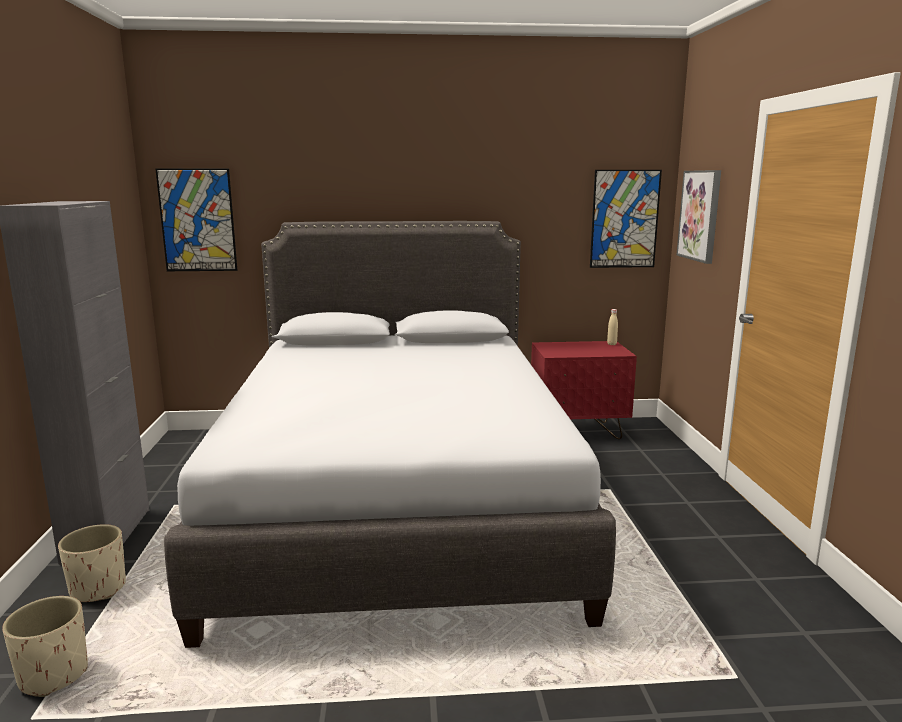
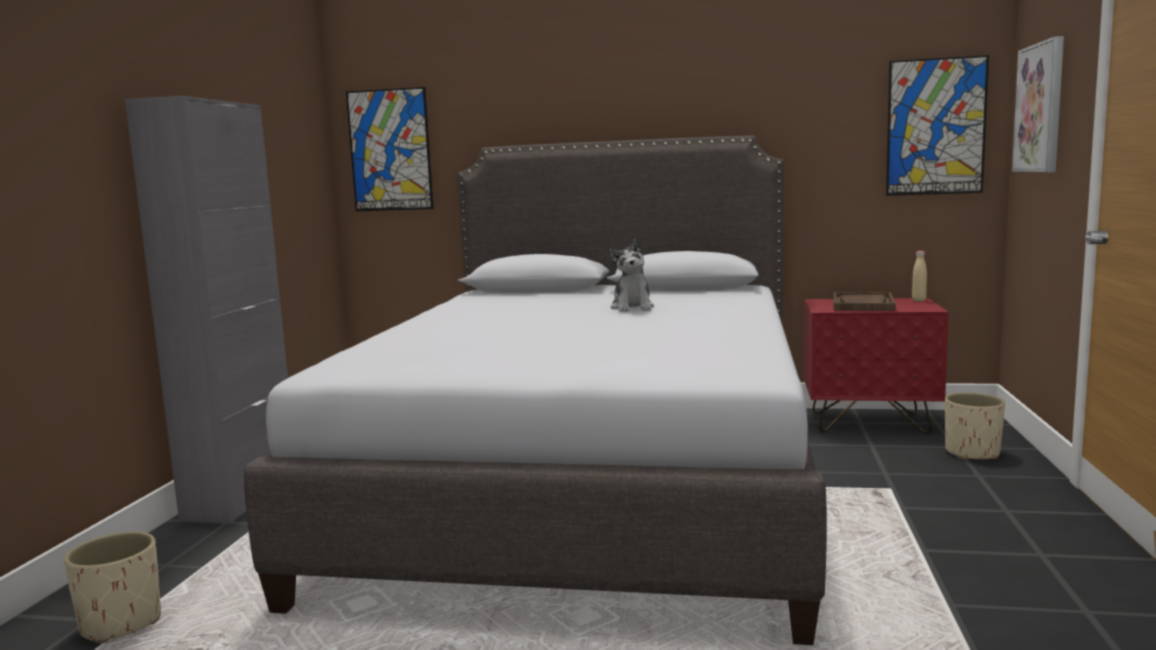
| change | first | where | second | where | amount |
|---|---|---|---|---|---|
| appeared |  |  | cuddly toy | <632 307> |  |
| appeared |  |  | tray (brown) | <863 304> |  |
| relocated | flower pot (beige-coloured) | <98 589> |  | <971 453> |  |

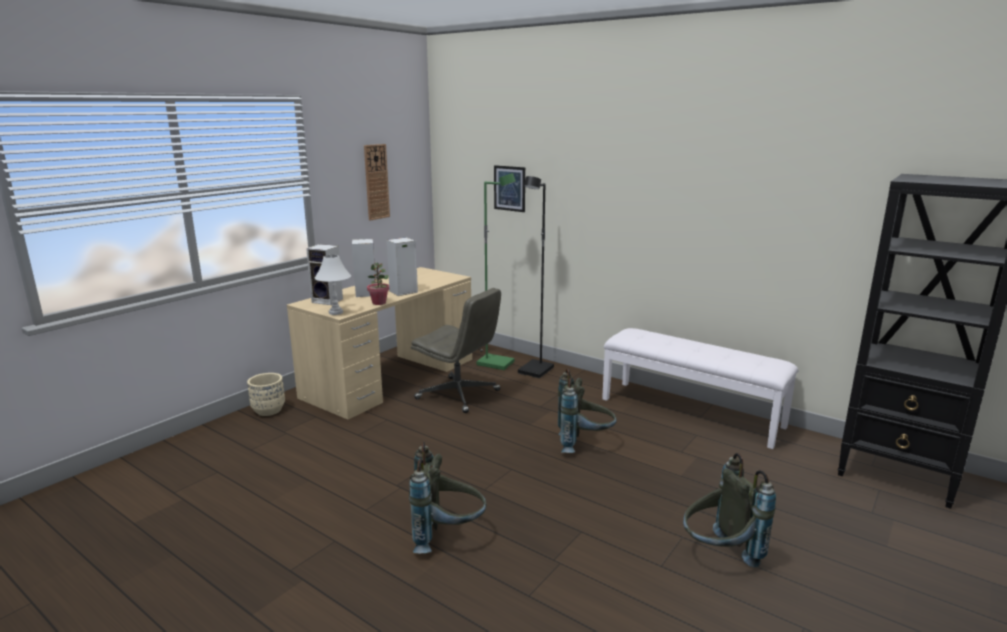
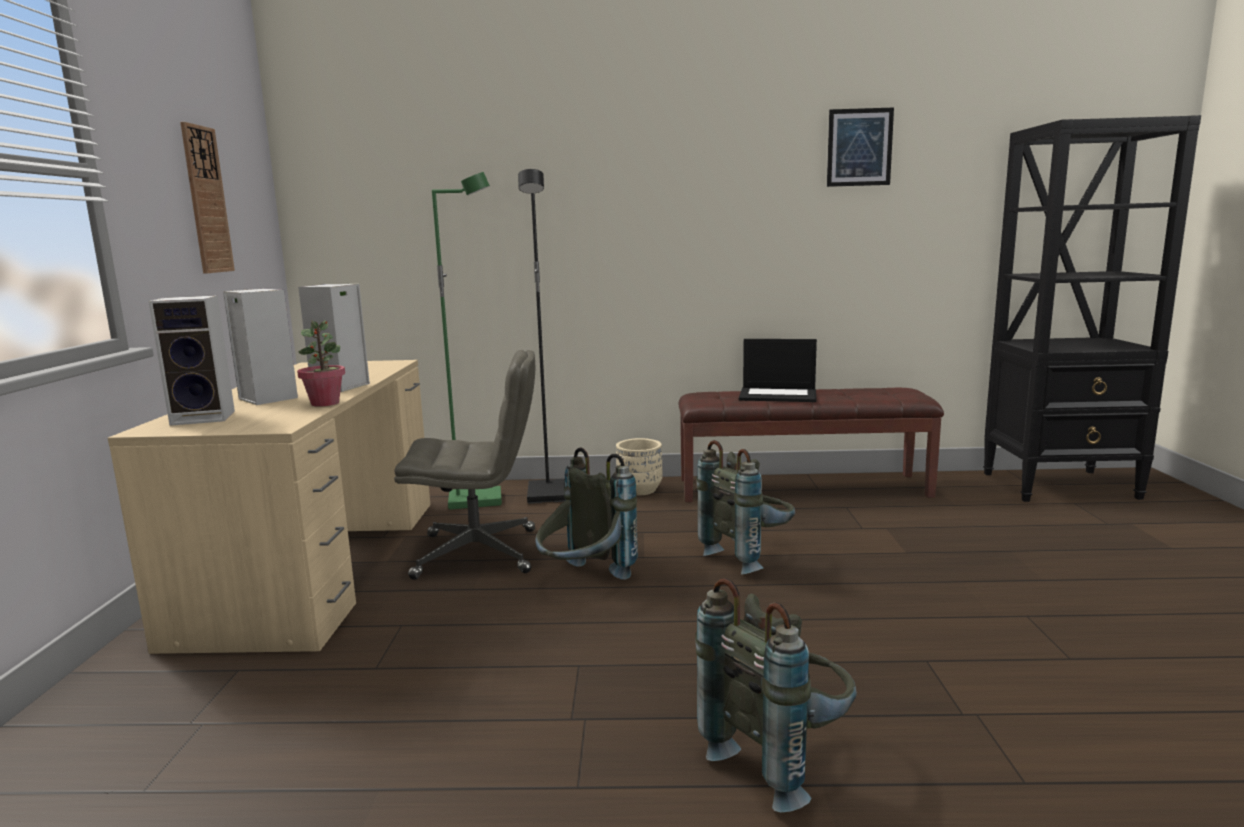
| change | first | where | second | where | amount |
|---|---|---|---|---|---|
| missing | lamp for a table (white) | <336 312> |  |  |  |
| appeared |  |  | laptop | <779 395> |  |
| relocated | flower pot (beige-coloured) | <269 410> |  | <639 490> |  |
| relocated | wall picture | <509 188> |  | <859 147> |  |
| relocated | knapsack (grey) | <719 555> |  | <584 581> |  |
| colour | bench (white) | <691 412> | bench (brown) | <802 487> |  |

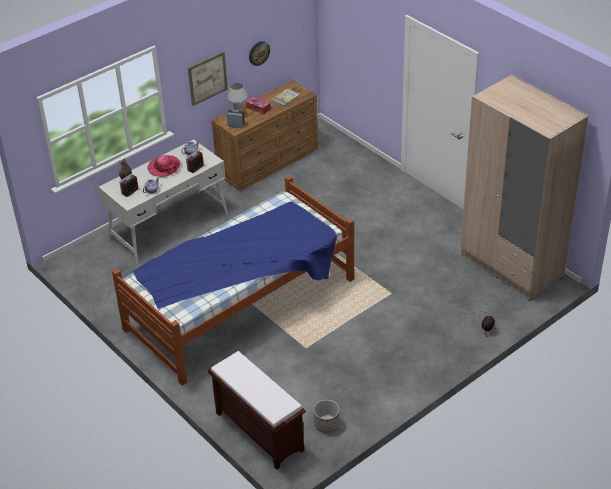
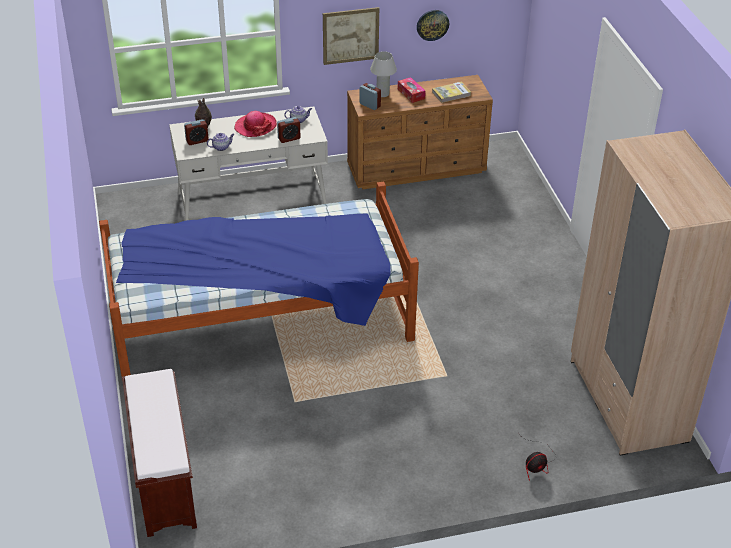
| change | first | where | second | where | amount |
|---|---|---|---|---|---|
| missing | flower pot | <326 424> |  |  |  |

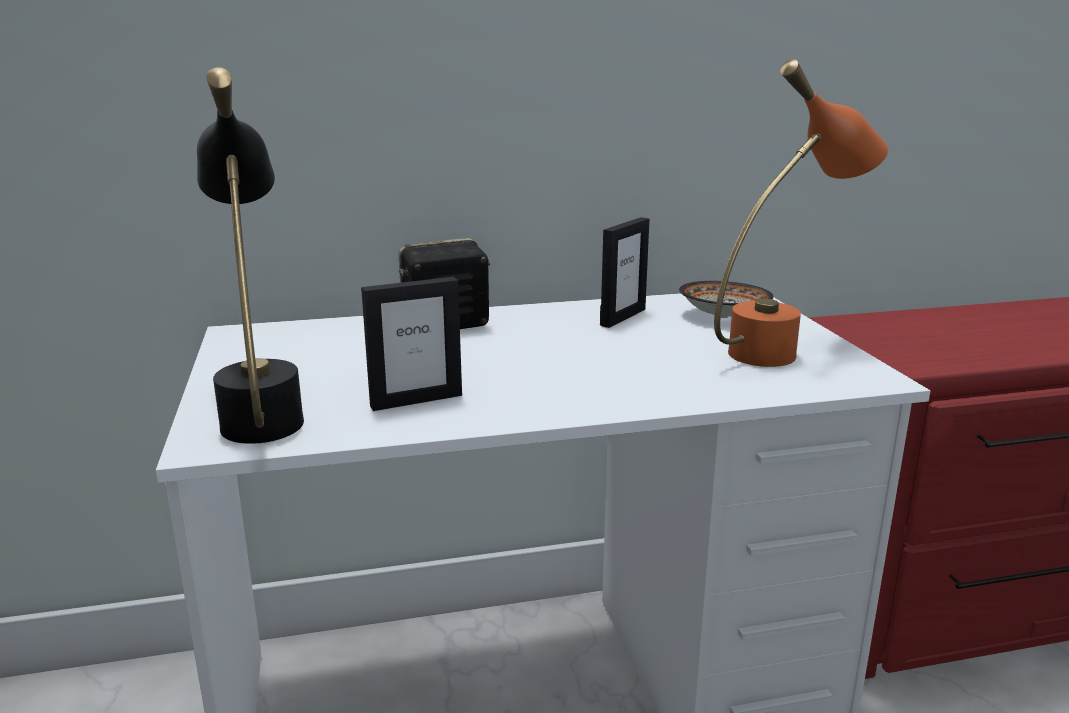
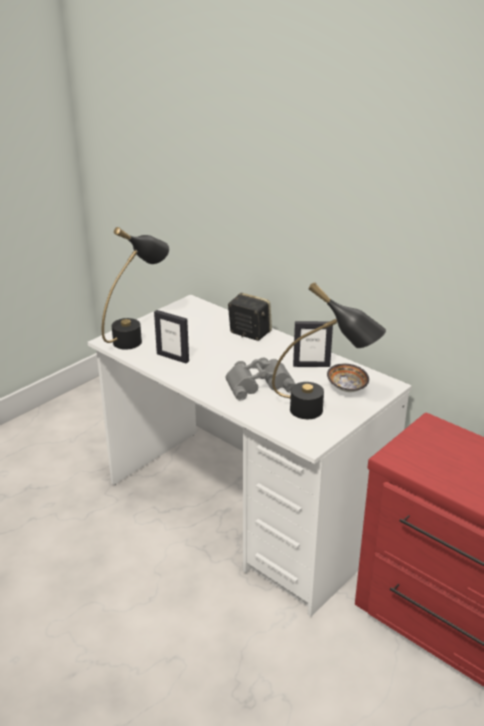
| change | first | where | second | where | amount |
|---|---|---|---|---|---|
| appeared |  |  | pair of binoculars (grey) | <258 383> |  |
| colour | lamp for a table (orange) | <783 348> | lamp for a table (black-coloured) | <322 413> |  |

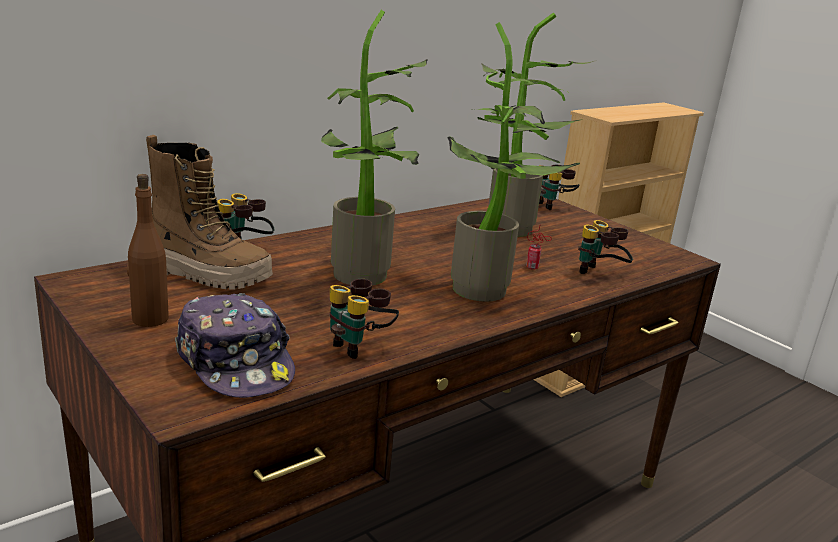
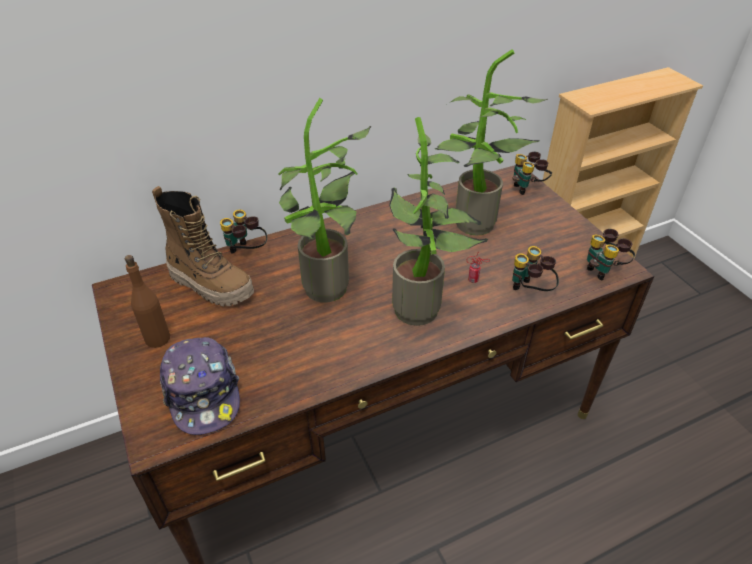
| change | first | where | second | where | amount |
|---|---|---|---|---|---|
| relocated | pair of binoculars | <359 346> |  | <603 270> |  |

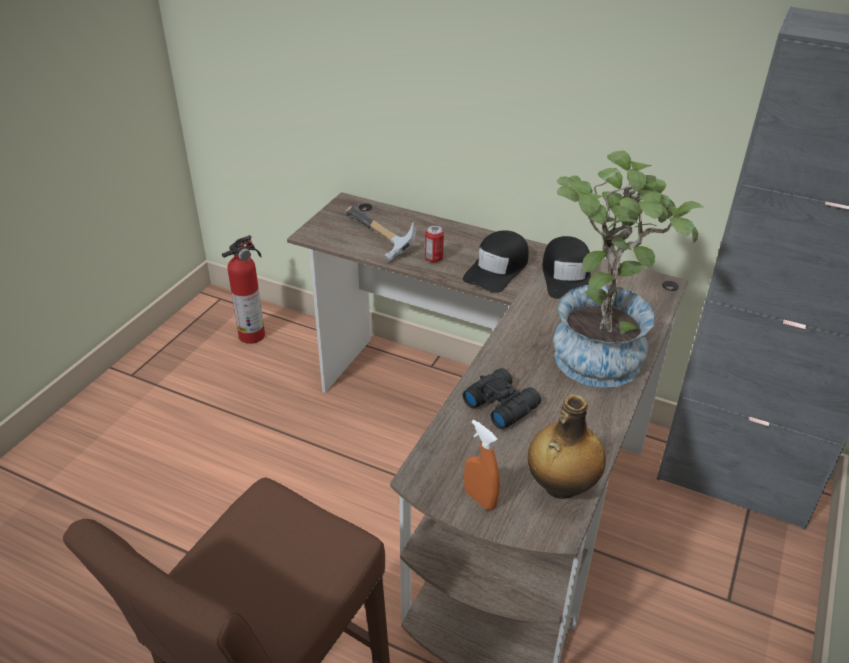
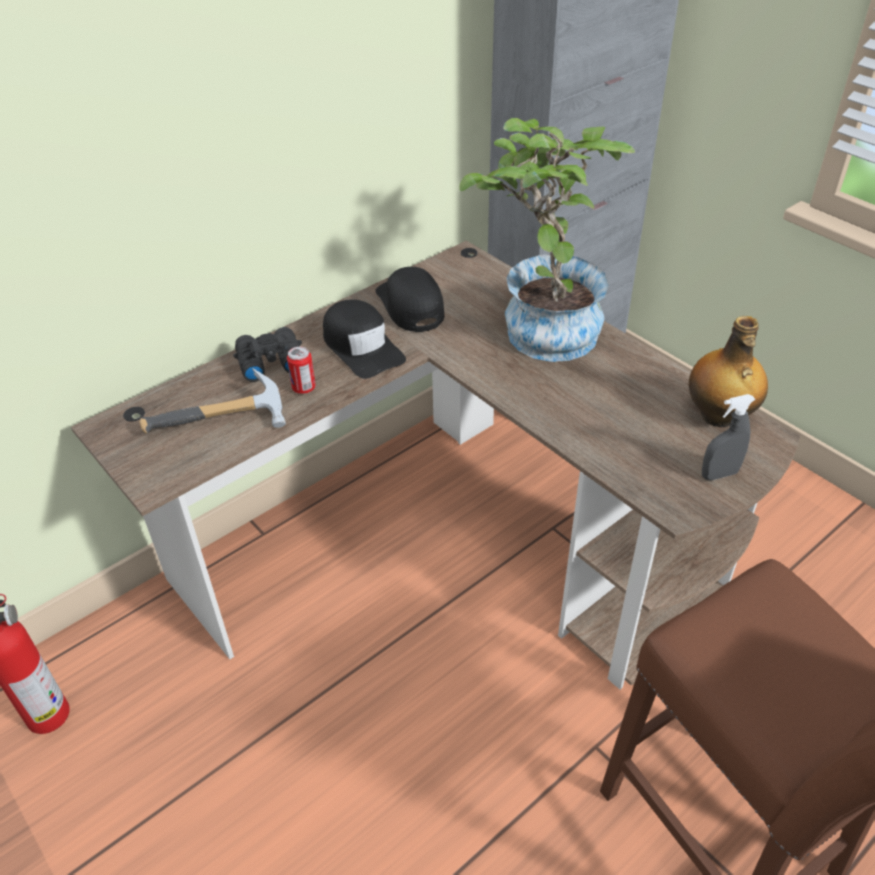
| change | first | where | second | where | amount |
|---|---|---|---|---|---|
| relocated | pair of binoculars (black-coloured) | <501 404> |  | <269 362> |  |
| colour | spray bottle (orange) | <480 499> | spray bottle (grey) | <719 474> |  |
| spun | baseball cap (black-coloured) | <567 276> |  | <410 306> | 135 degrees counterclockwise |

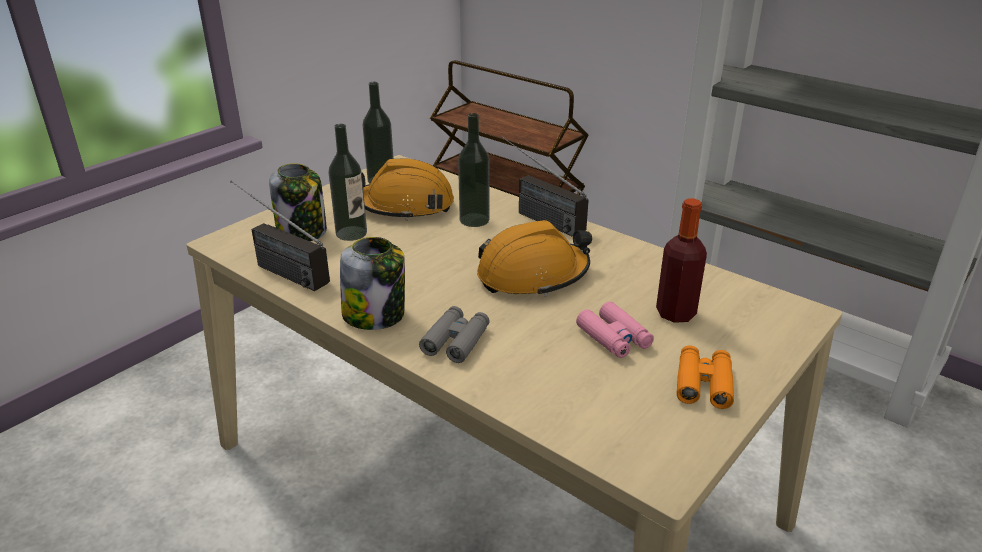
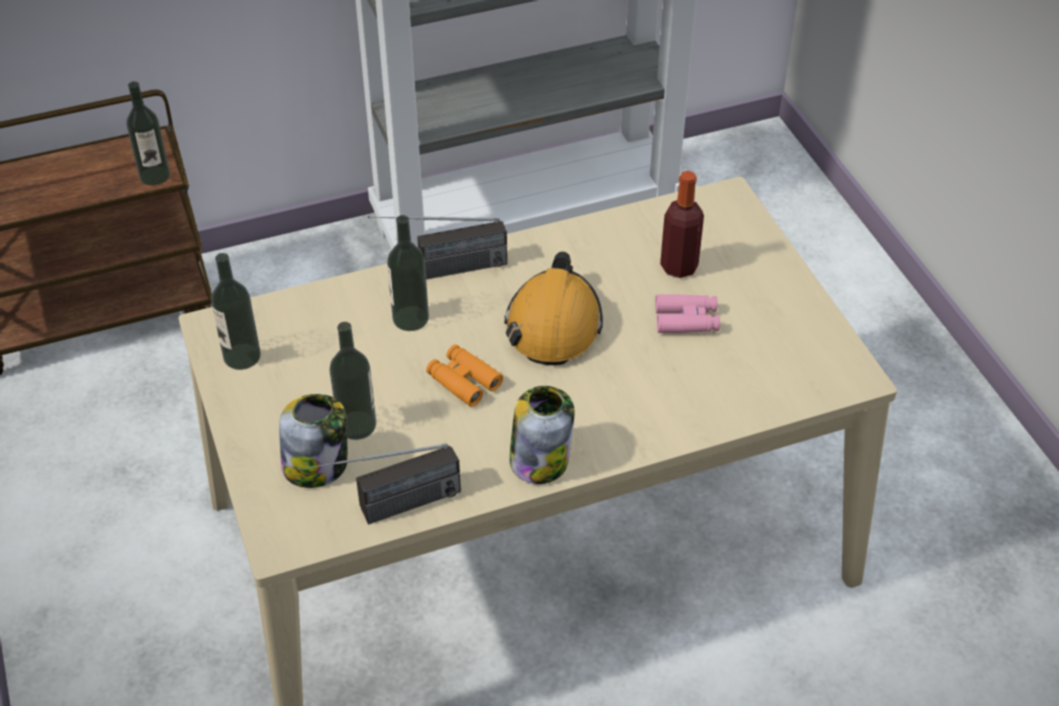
| change | first | where | second | where | amount |
|---|---|---|---|---|---|
| missing | work helmet (orange) | <405 206> |  |  |  |
| missing | pair of binoculars (grey) | <456 341> |  |  |  |
| appeared |  |  | beverage bottle | <155 175> |  |
| relocated | pair of binoculars (orange) | <703 383> |  | <464 381> |  |

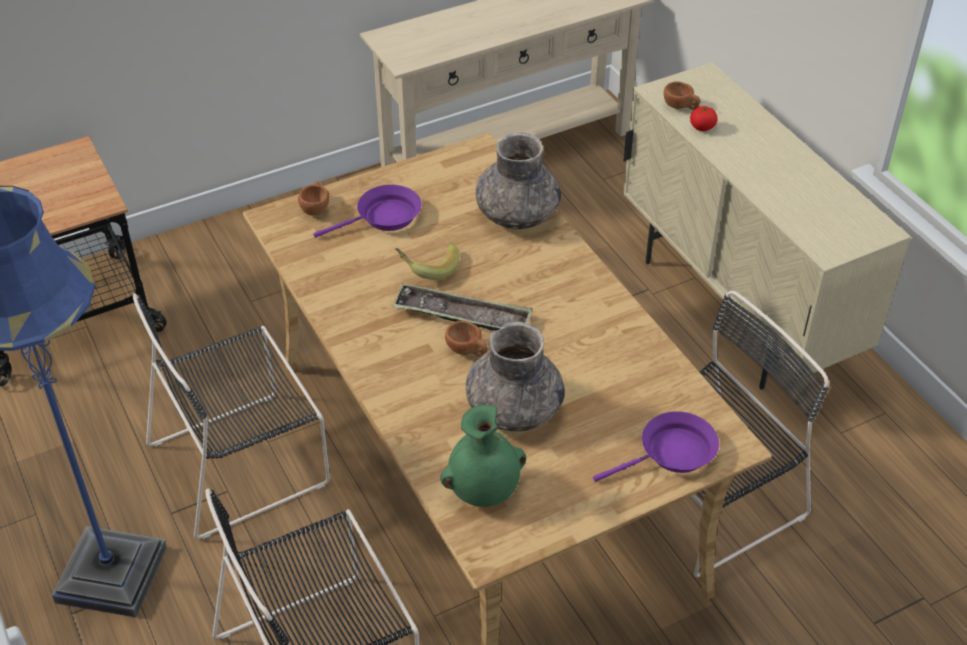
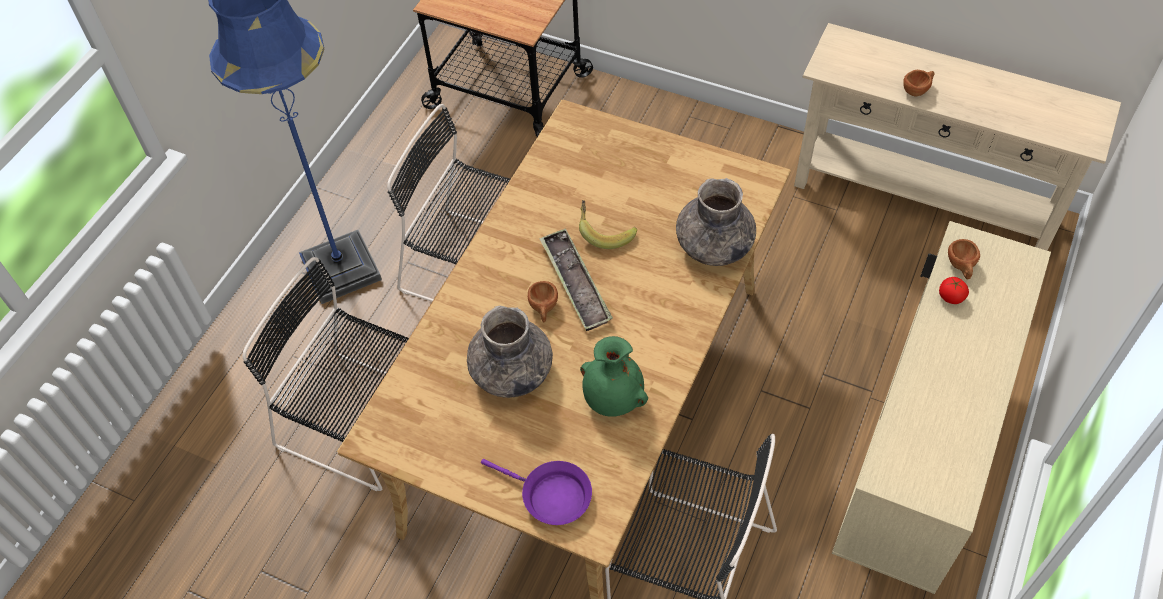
| change | first | where | second | where | amount |
|---|---|---|---|---|---|
| missing | frying pan (purple) | <384 217> |  |  |  |
| relocated | cup (brown) | <315 207> |  | <917 90> |  |
| relocated | vase (greenish) | <484 490> |  | <612 399> |  |

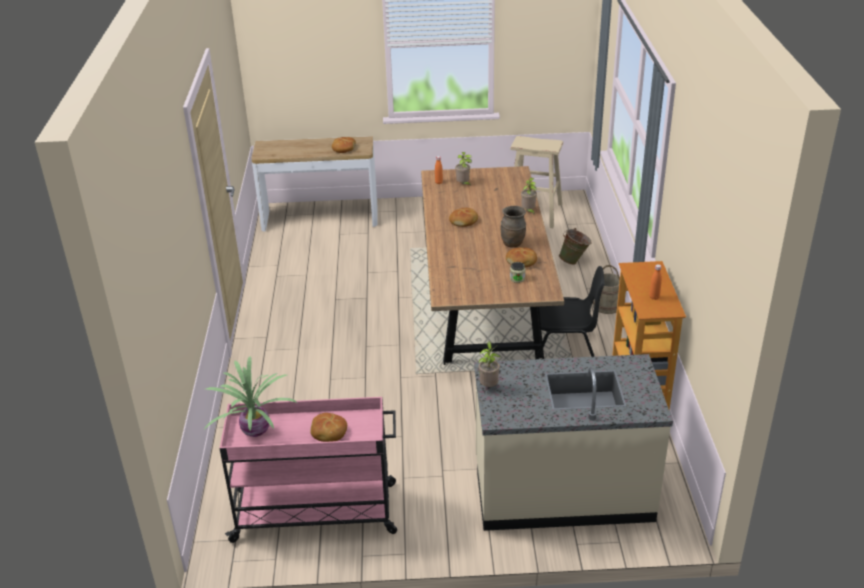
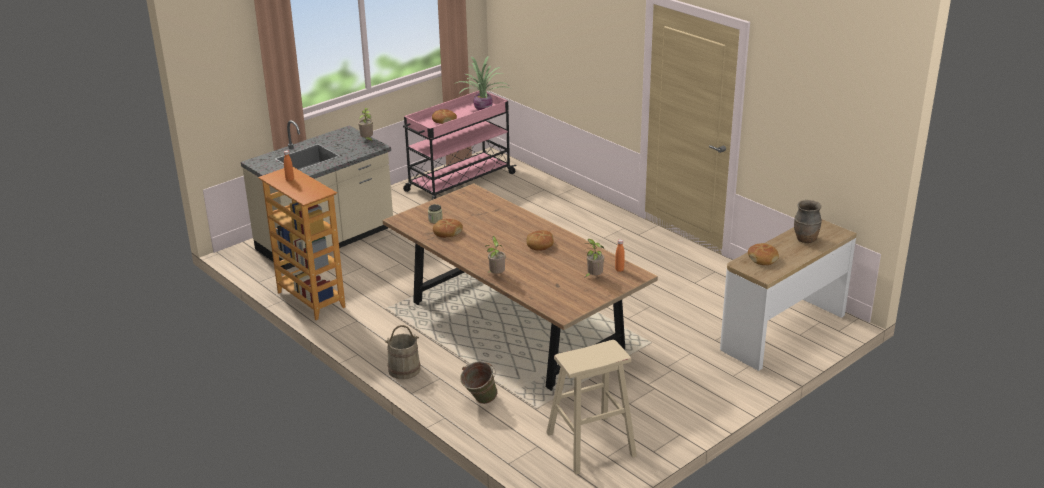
| change | first | where | second | where | amount |
|---|---|---|---|---|---|
| missing | chair (black-coloured) | <565 346> |  |  |  |
| relocated | vase (brown) | <513 244> |  | <805 240> |  |

